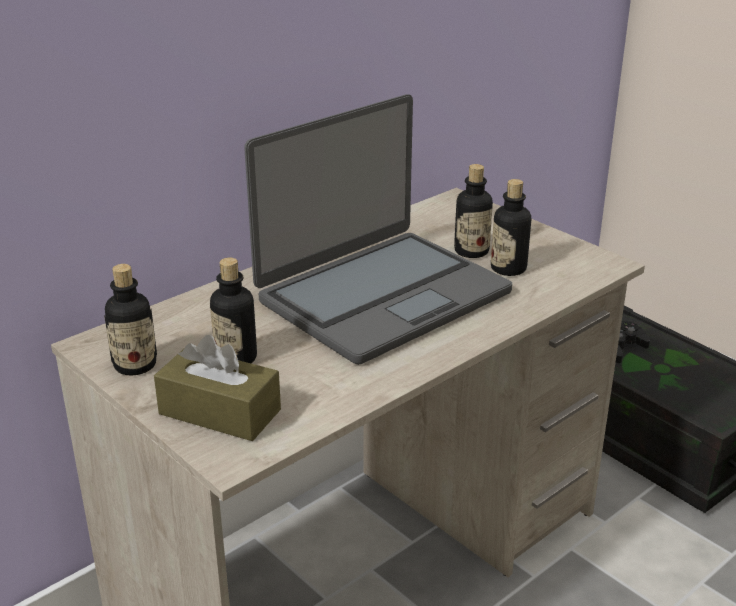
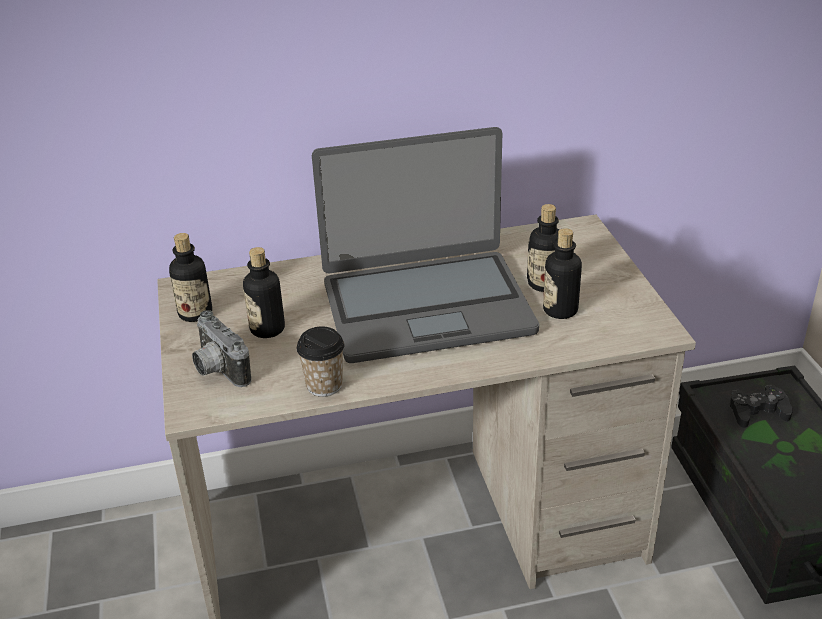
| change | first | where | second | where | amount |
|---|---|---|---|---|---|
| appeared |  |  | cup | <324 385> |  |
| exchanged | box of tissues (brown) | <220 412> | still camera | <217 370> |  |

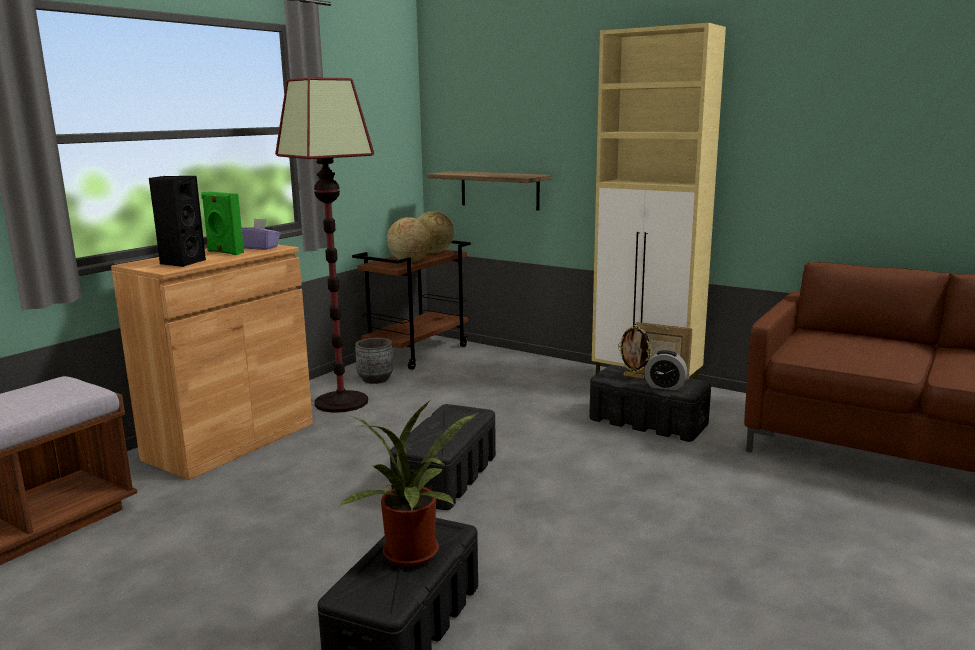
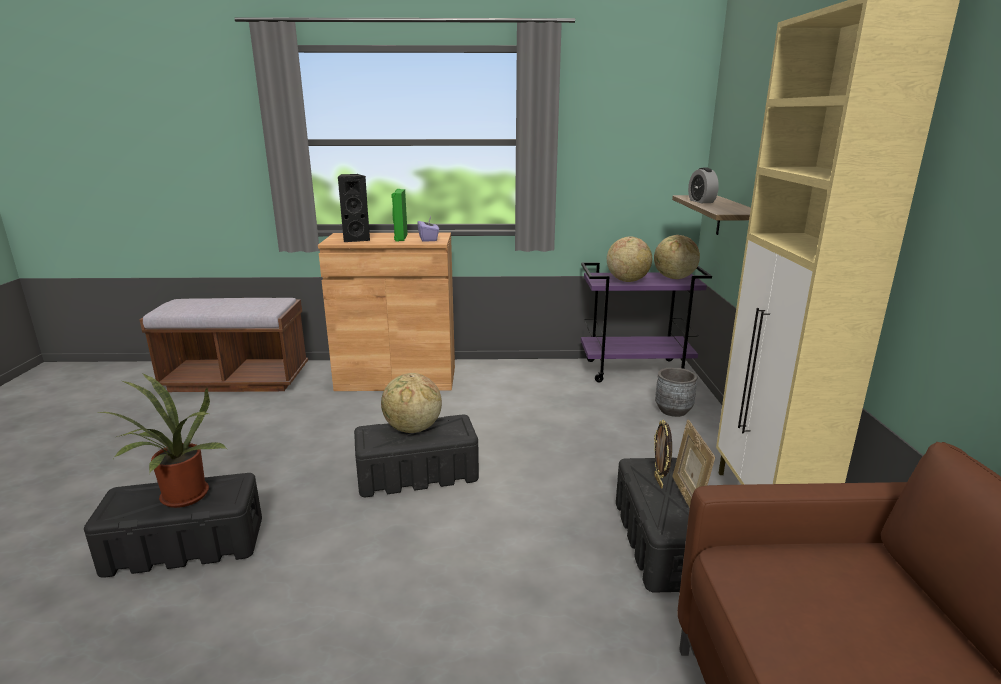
| change | first | where | second | where | amount |
|---|---|---|---|---|---|
| missing | standing lamp | <341 402> |  |  |  |
| appeared |  |  | desk globe | <412 429> |  |
| relocated | flower pot (grey) | <375 379> |  | <673 410> |  |
| relocated | bedside clock | <665 386> |  | <701 201> |  |
| colour | trolley (brown) | <418 352> | trolley (purple) | <636 370> |  |

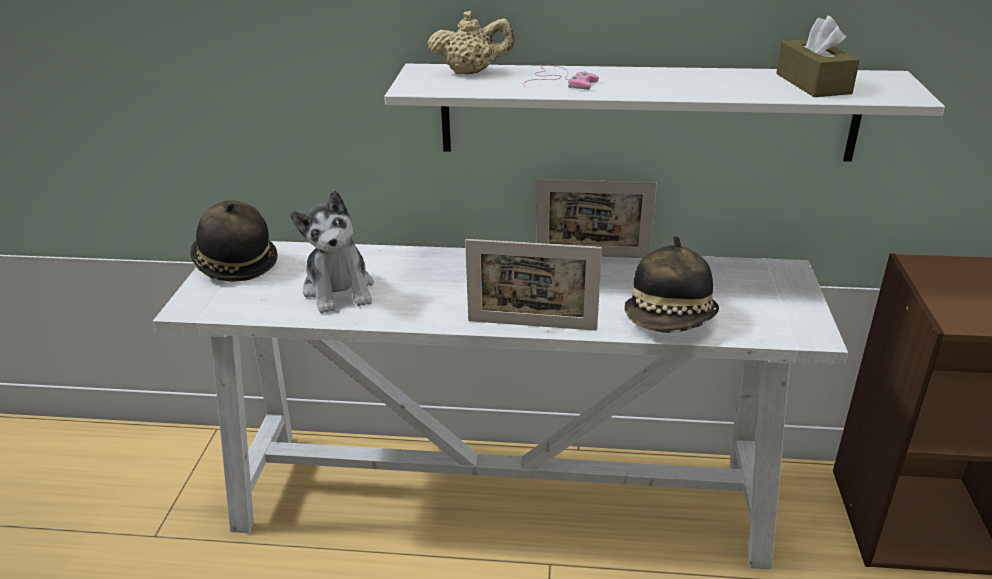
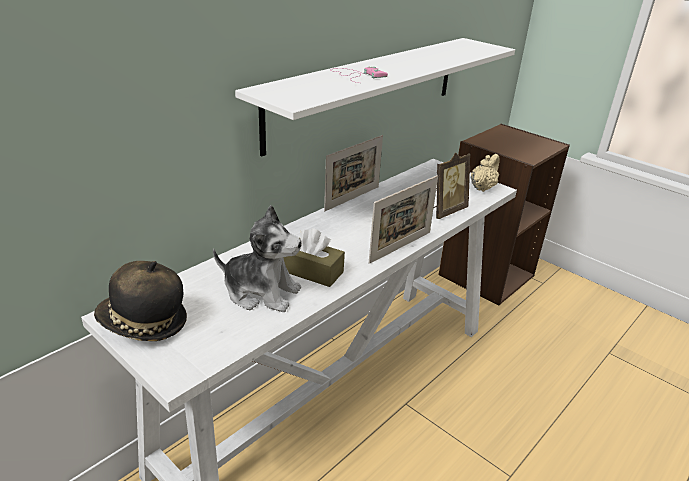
| change | first | where | second | where | amount |
|---|---|---|---|---|---|
| relocated | pot for tea (beige-coloured) | <471 72> |  | <482 187> |  |
| relocated | box of tissues (brown) | <813 83> |  | <311 271> |  |
| exchanged | clothing hat | <670 320> | photo frame | <444 211> |  |

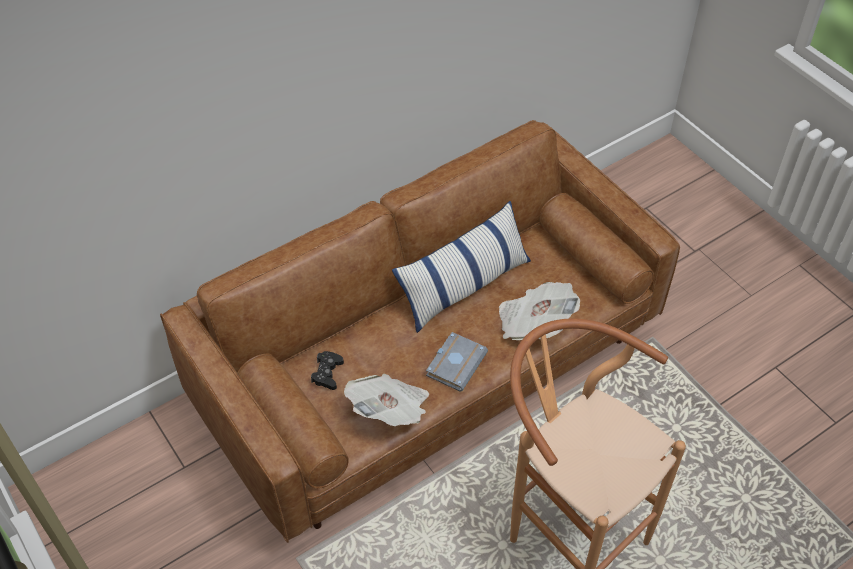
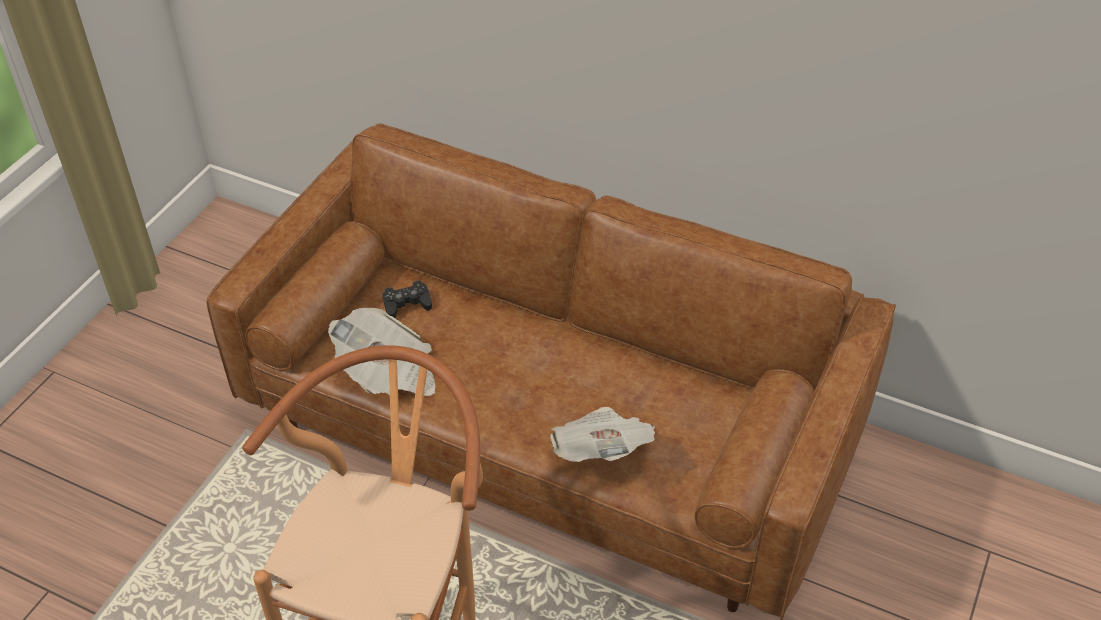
| change | first | where | second | where | amount |
|---|---|---|---|---|---|
| missing | throw pillow | <464 286> |  |  |  |
| missing | book (grey) | <455 363> |  |  |  |

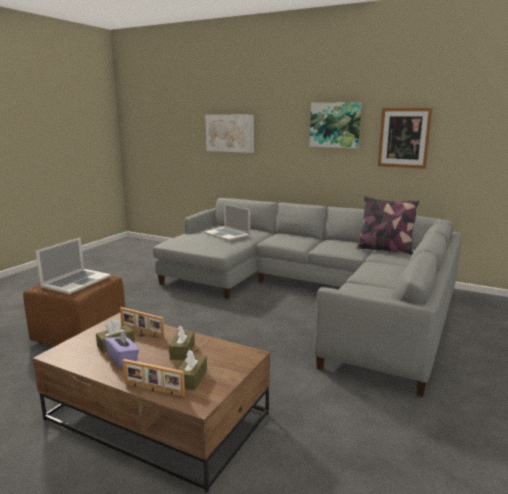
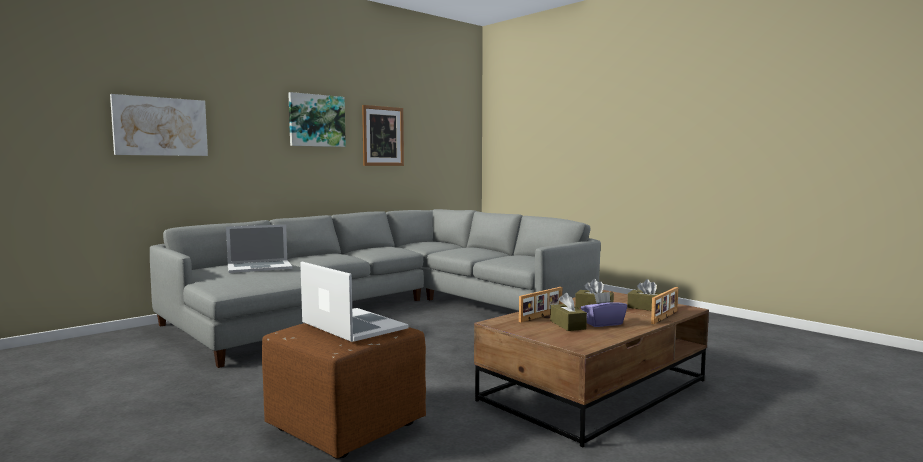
| change | first | where | second | where | amount |
|---|---|---|---|---|---|
| missing | throw pillow | <385 249> |  |  |  |

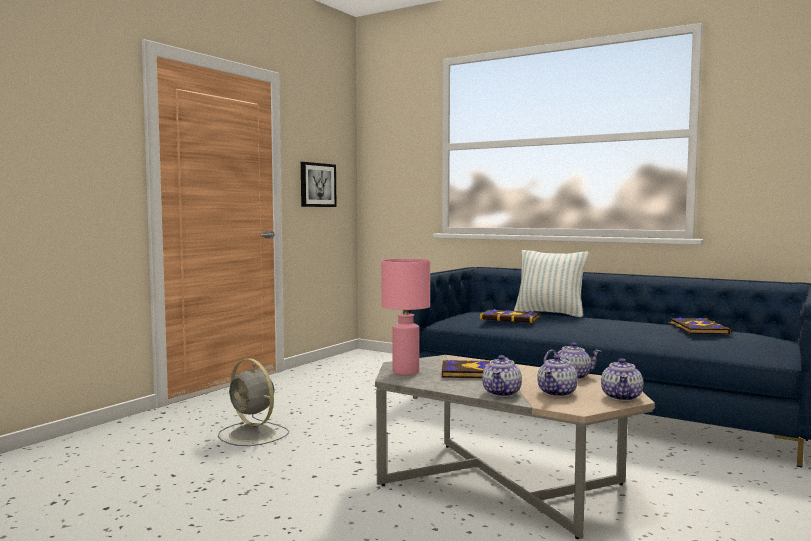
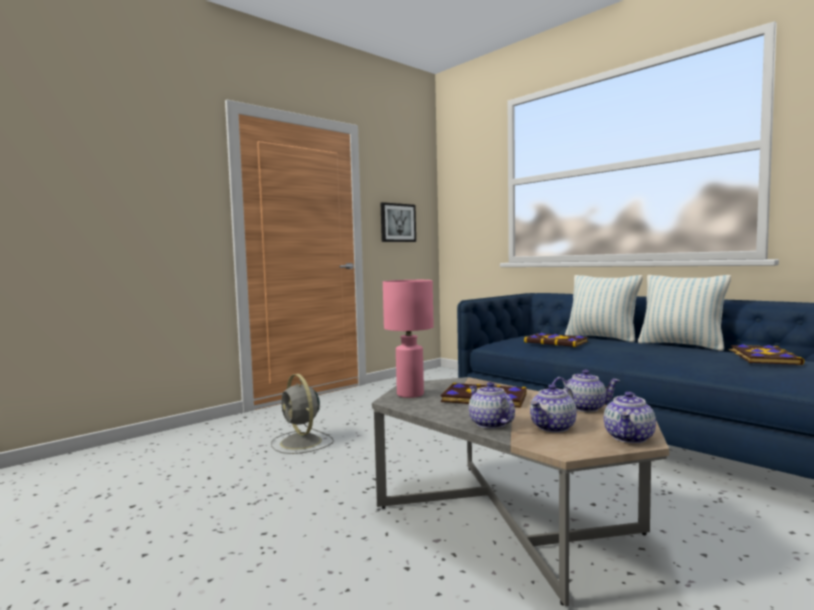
| change | first | where | second | where | amount |
|---|---|---|---|---|---|
| appeared |  |  | throw pillow | <681 345> |  |
| spun | pot for tea | <502 393> |  | <489 424> | 120 degrees clockwise |

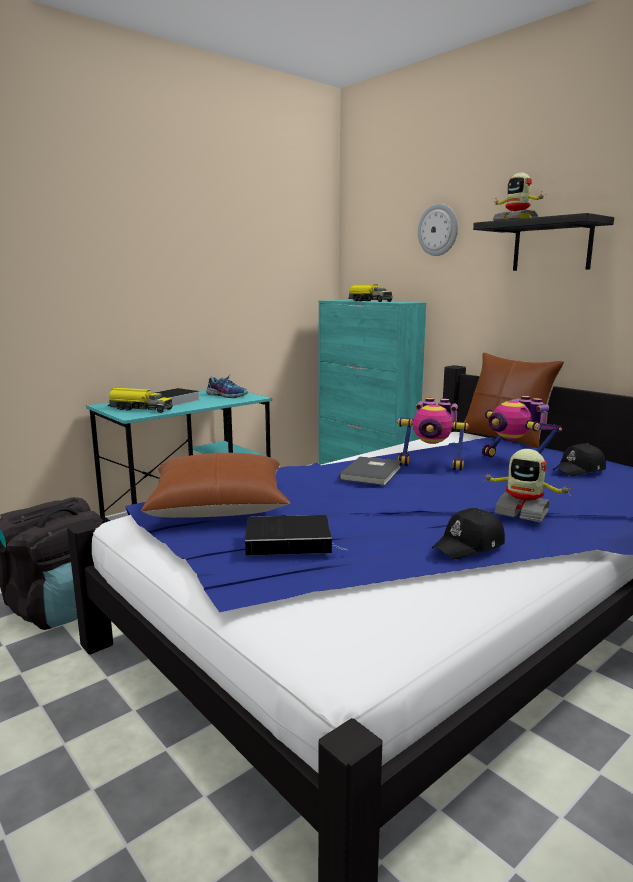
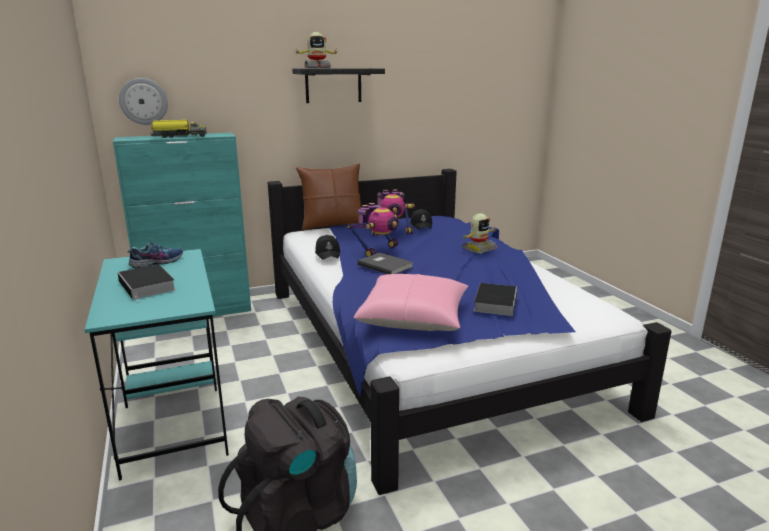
| change | first | where | second | where | amount |
|---|---|---|---|---|---|
| missing | toy truck | <140 409> |  |  |  |
| relocated | wall clock | <438 230> |  | <143 101> |  |
| relocated | baseball cap (black-coloured) | <469 545> |  | <328 253> |  |
| colour | throw pillow (brown) | <219 506> | throw pillow (pink-coloured) | <414 317> |  |

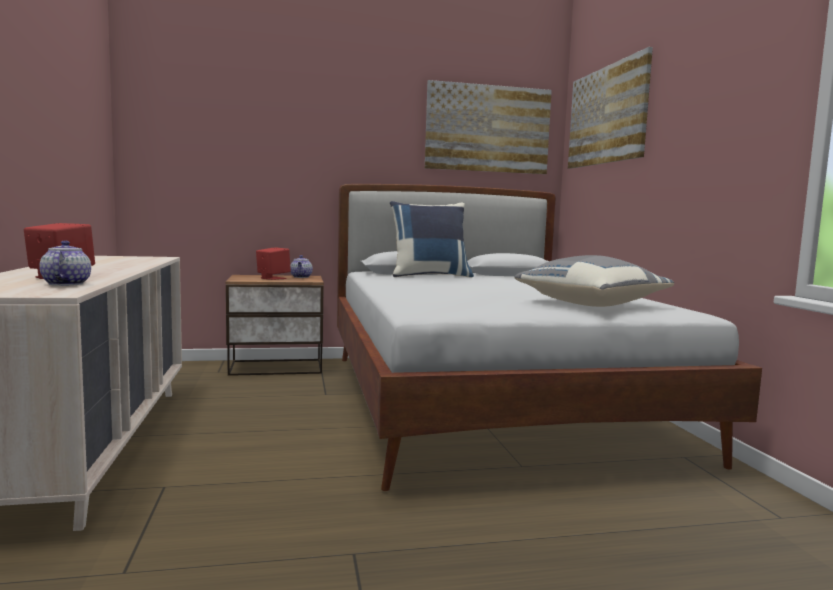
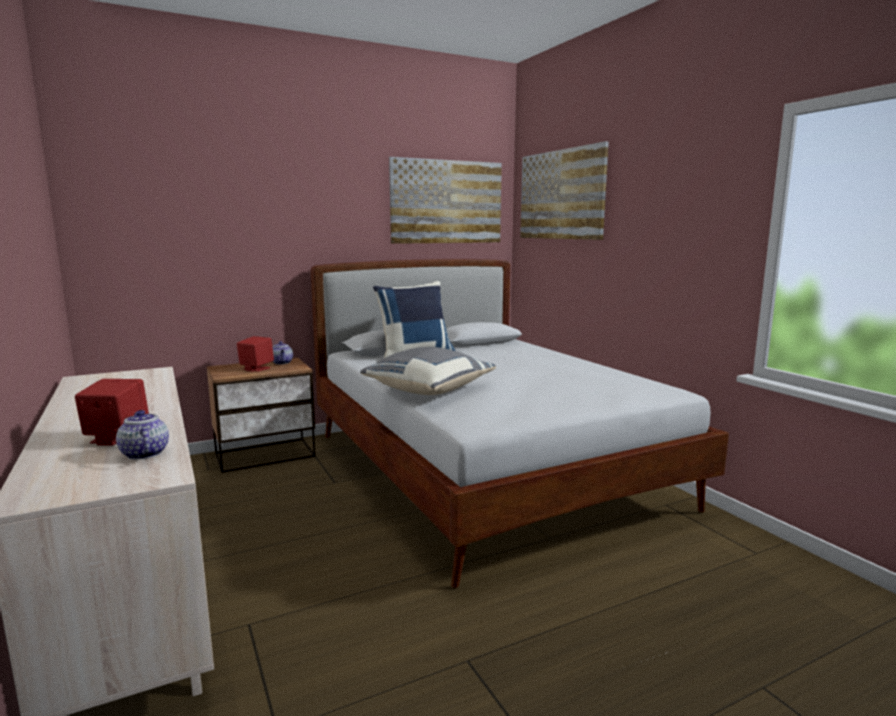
| change | first | where | second | where | amount |
|---|---|---|---|---|---|
| relocated | throw pillow (grey) | <590 305> |  | <428 390> |  |

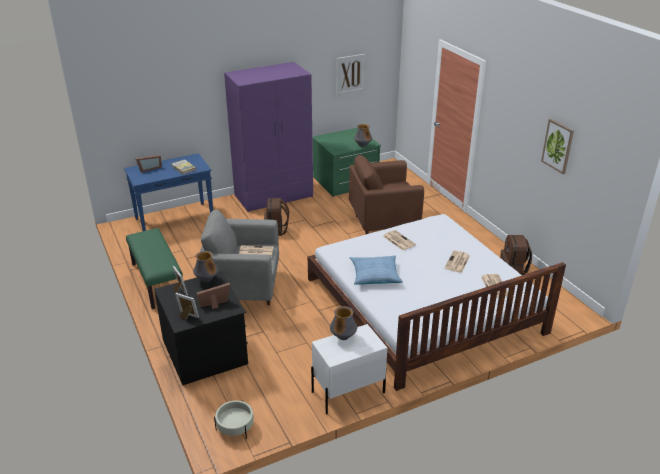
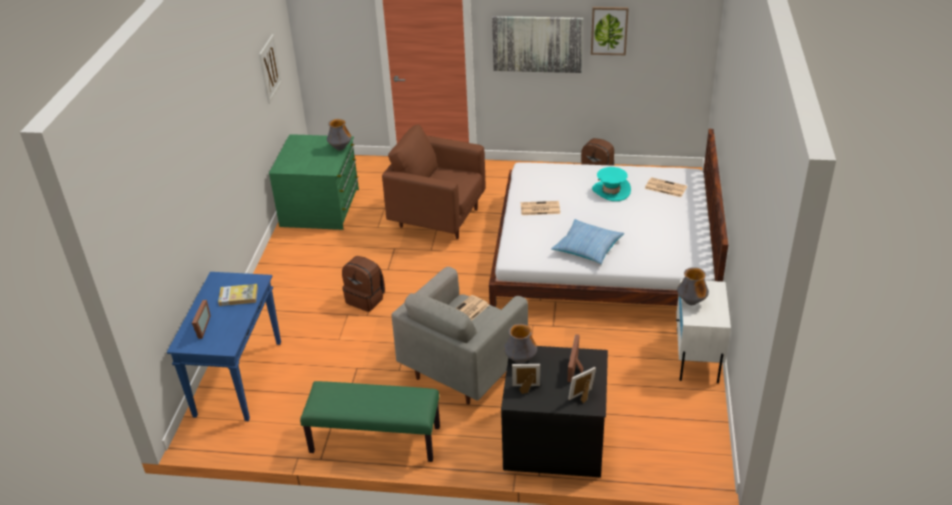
| change | first | where | second | where | amount |
|---|---|---|---|---|---|
| missing | flower pot (beige-coloured) | <235 427> |  |  |  |
| missing | clothes cupboard (purple) | <274 196> |  |  |  |
| appeared |  |  | wall picture | <537 44> |  |
| exchanged | daily paper | <457 262> | clothing hat (turquoise) | <611 191> |  |
| spun | lounge chair (brown) | <383 223> |  | <438 217> | 90 degrees clockwise |

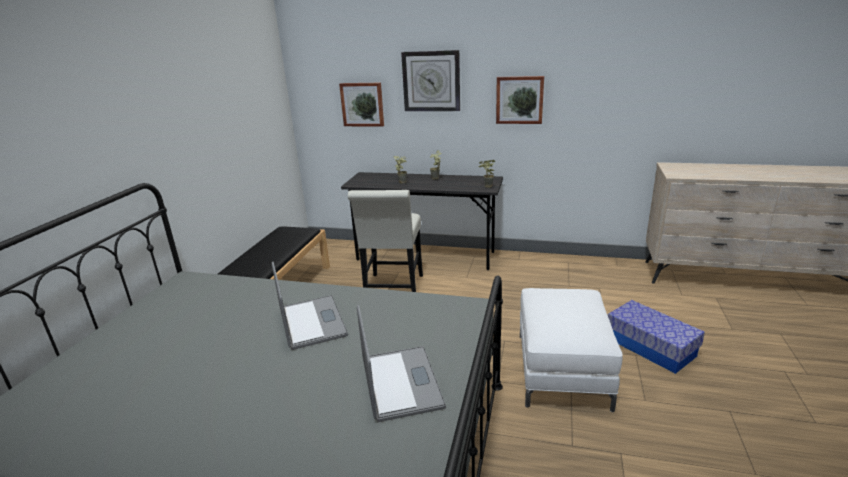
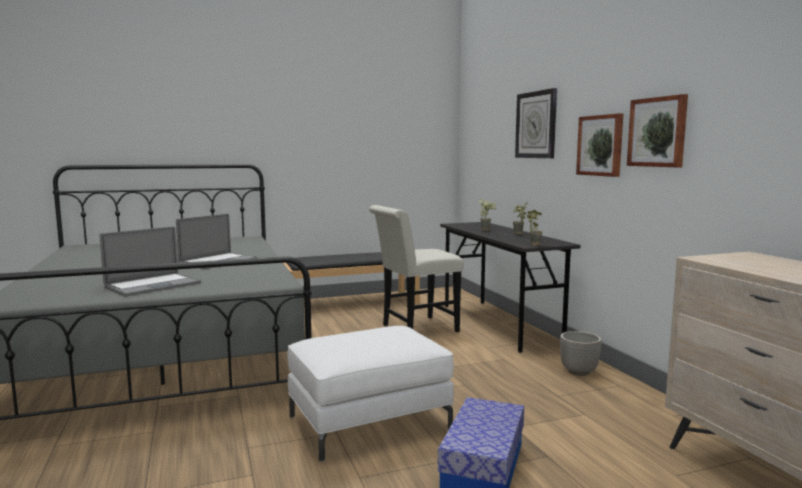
| change | first | where | second | where | amount |
|---|---|---|---|---|---|
| appeared |  |  | flower pot | <578 372> |  |
| relocated | wall picture | <362 104> |  | <658 132> |  |

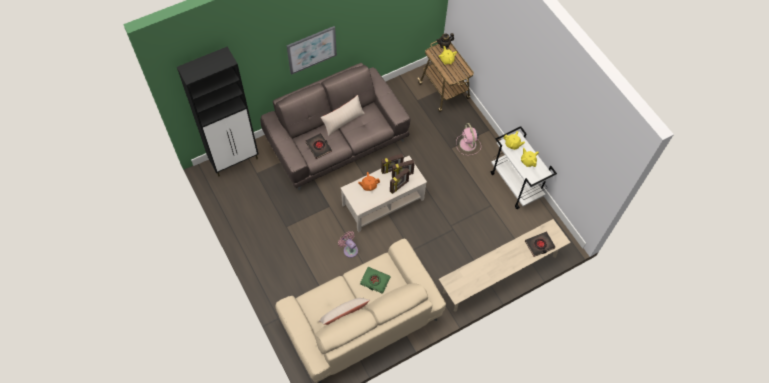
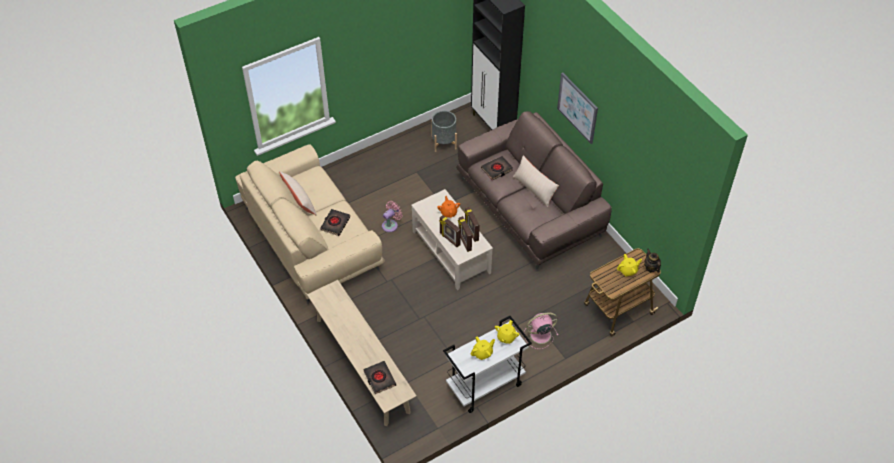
| change | first | where | second | where | amount |
|---|---|---|---|---|---|
| appeared |  |  | flower pot (grey) | <444 142> |  |
| colour | book (greenish) | <375 281> | book (black-coloured) | <335 223> |  |

